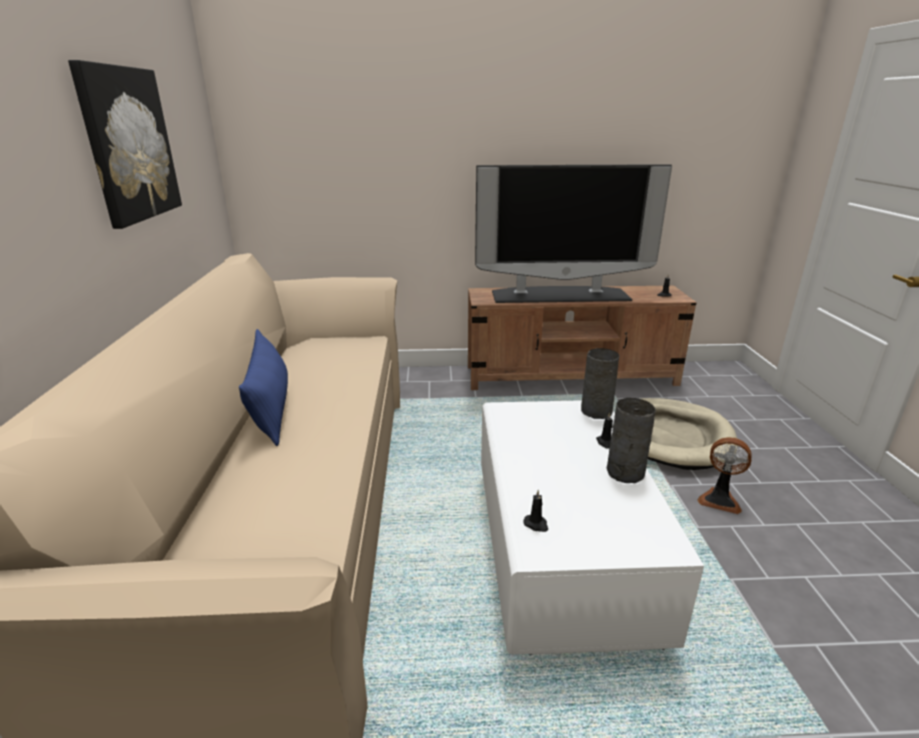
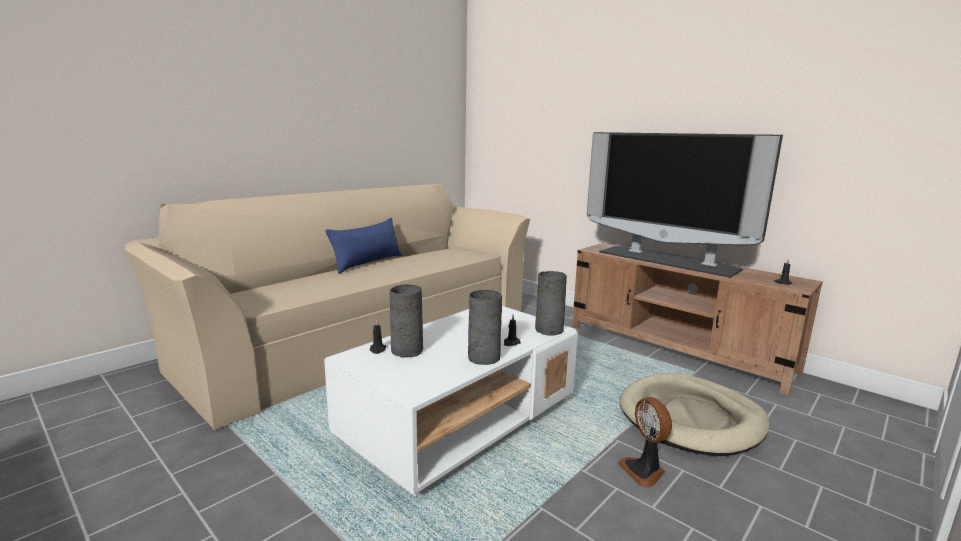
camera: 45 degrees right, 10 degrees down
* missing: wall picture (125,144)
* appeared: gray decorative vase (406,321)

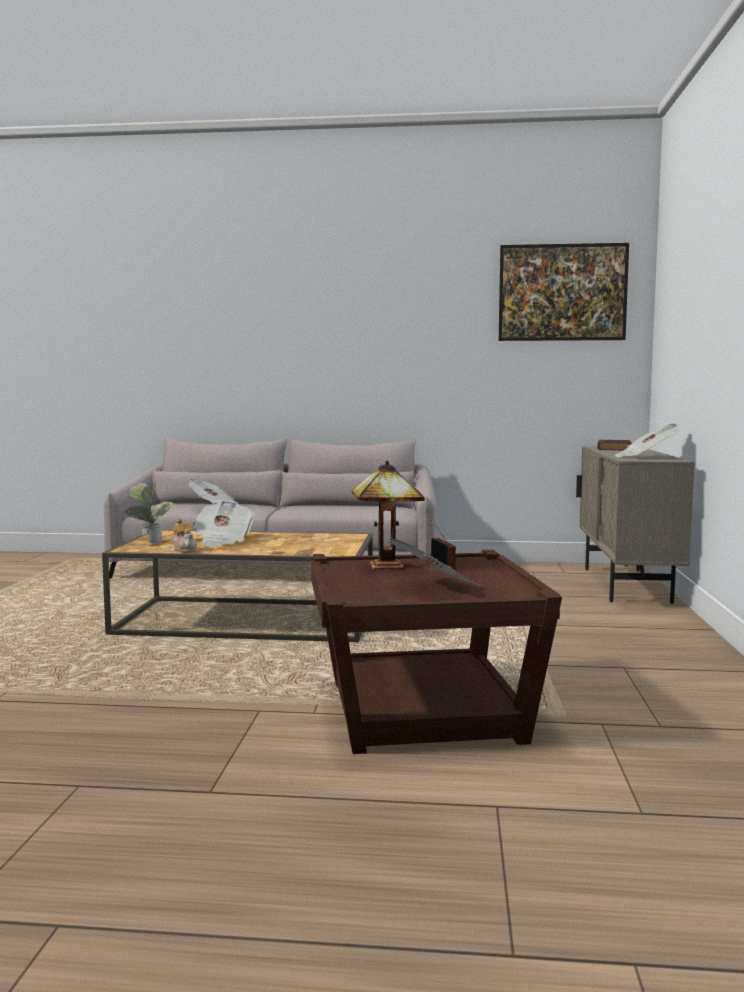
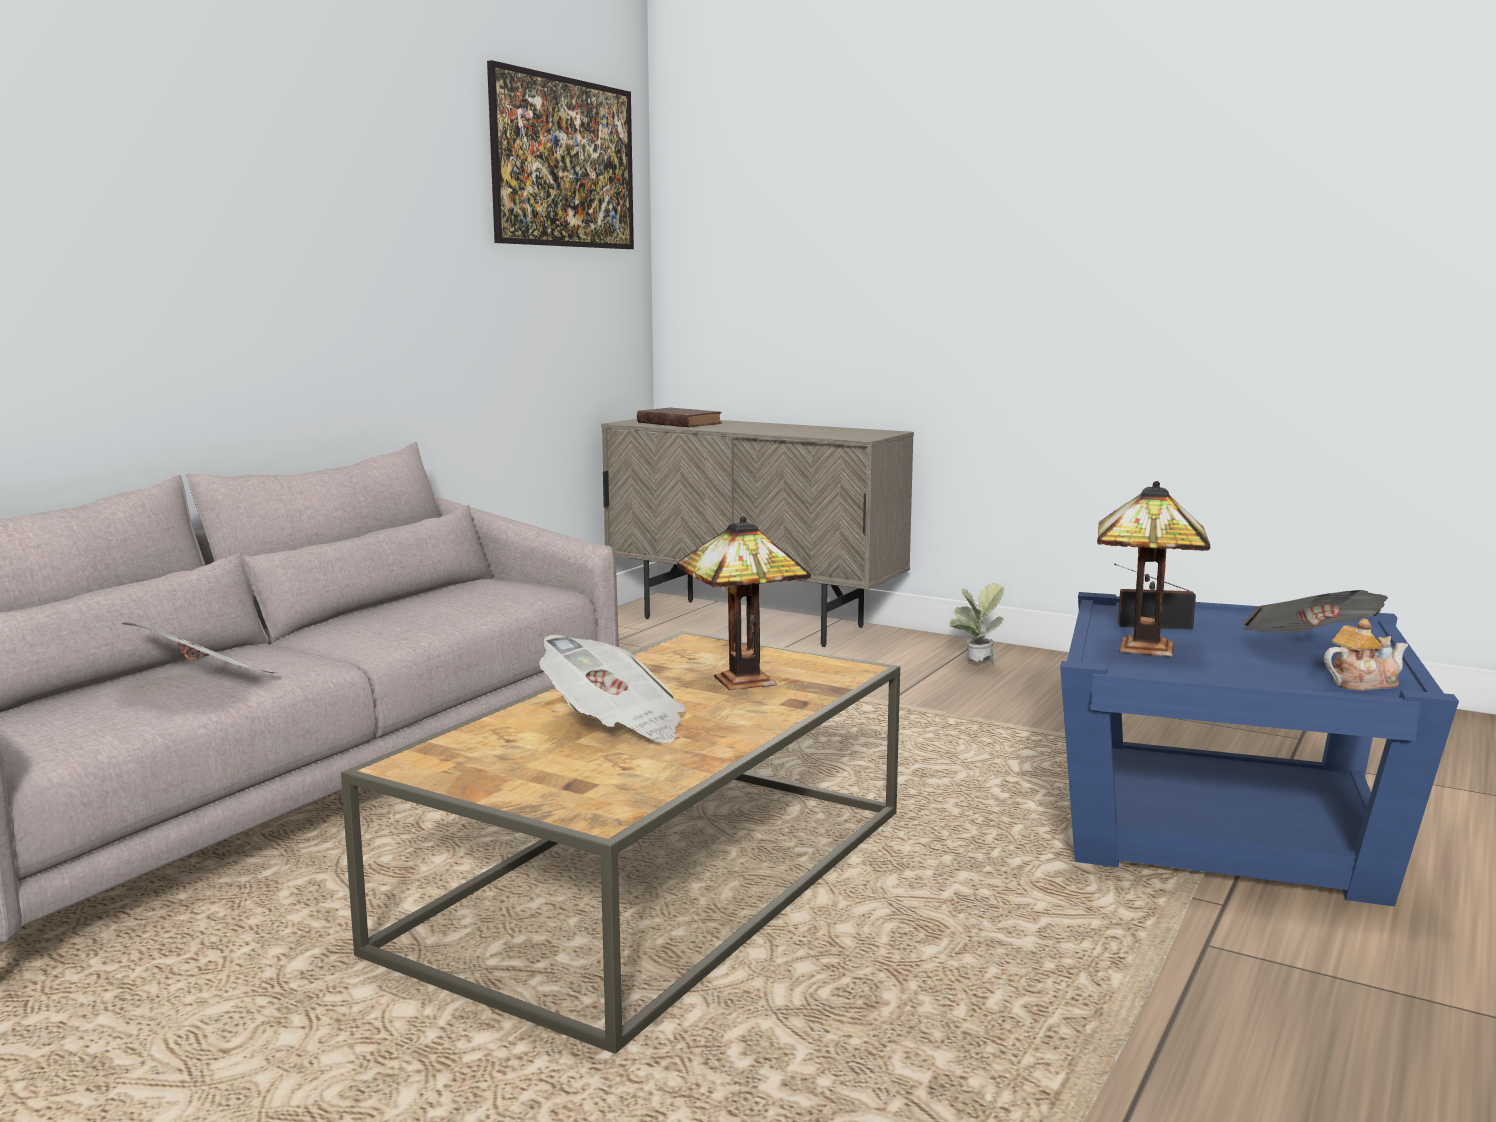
camera: 65 degrees left, 5 degrees up
* missing: newspaper (647,440)
* relocated: houseplant (149,513) to (976,623)
* relocated: pot for tea (184,535) to (1366,655)
* colour: brown accent table (436,652) to blue accent table (1259,749)
* appeared: lamp for a table (744,603)

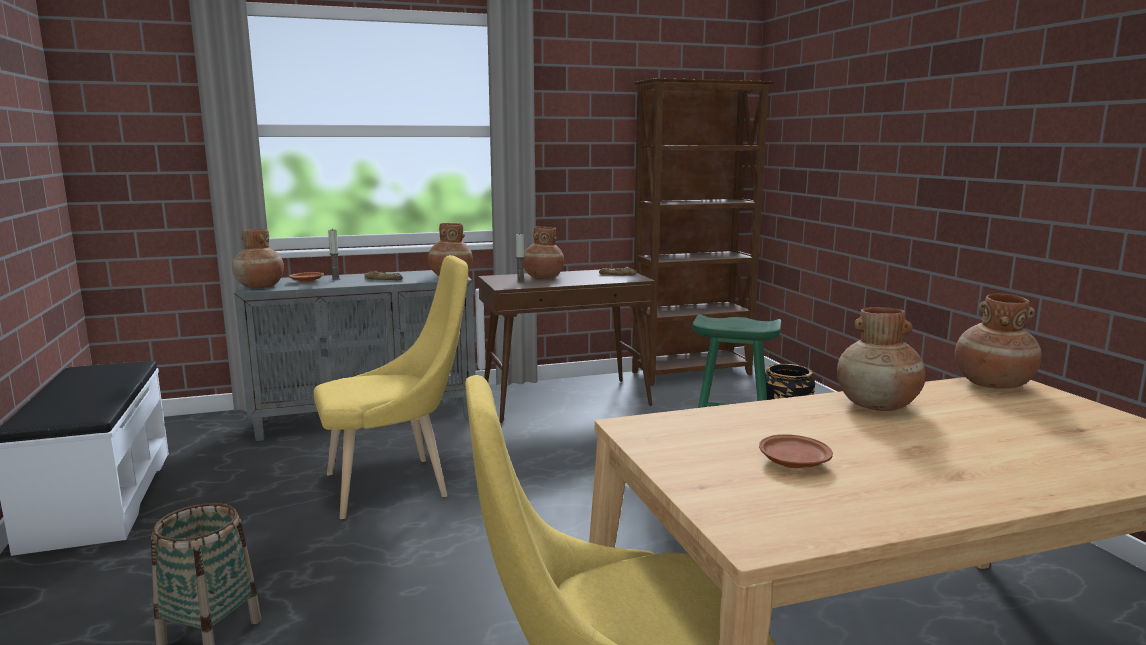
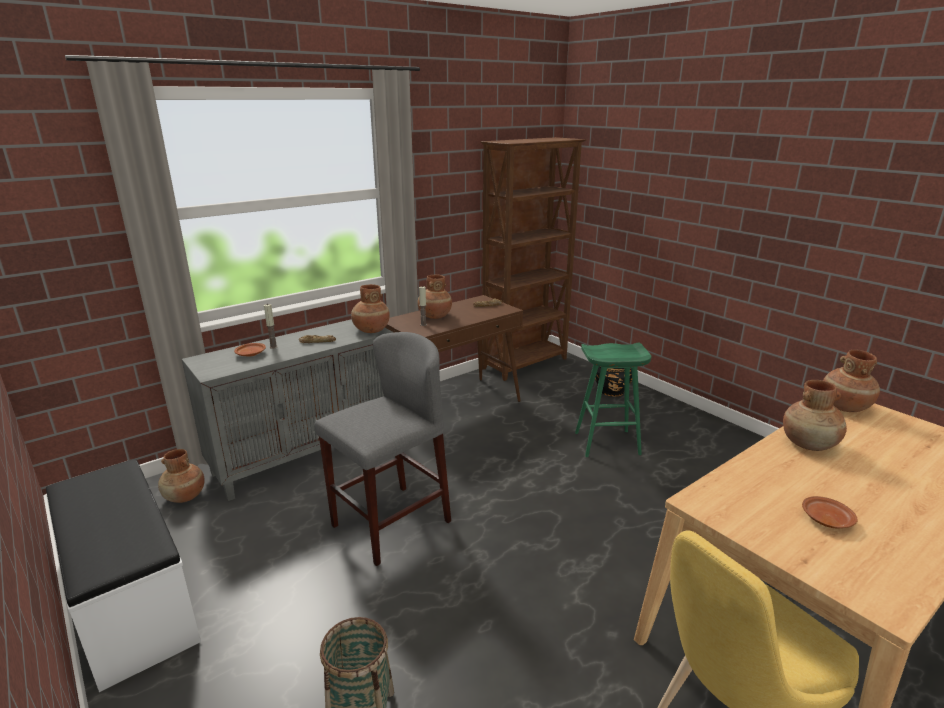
camera: 20 degrees left, 10 degrees up
* relocated: brown decorative vase (258,258) to (181,476)
* exchanged: yellow chair (391,387) to gray stool (383,449)

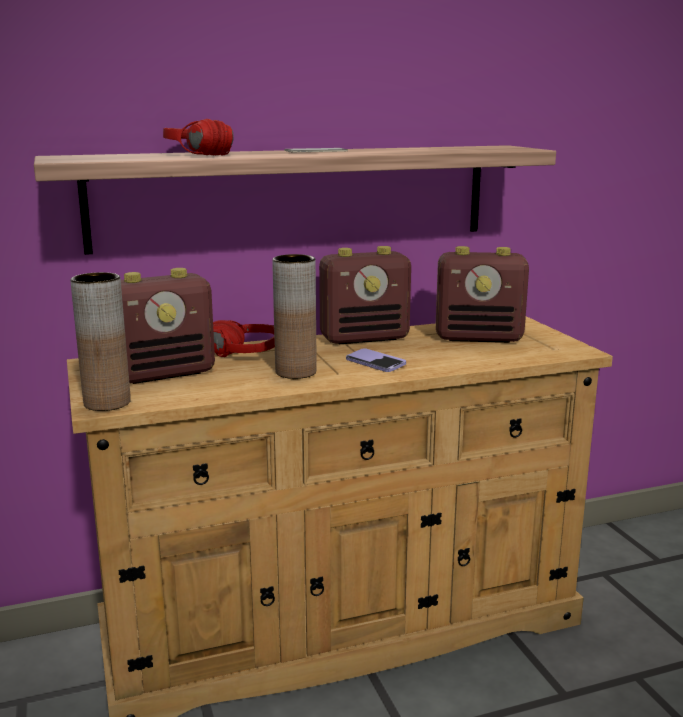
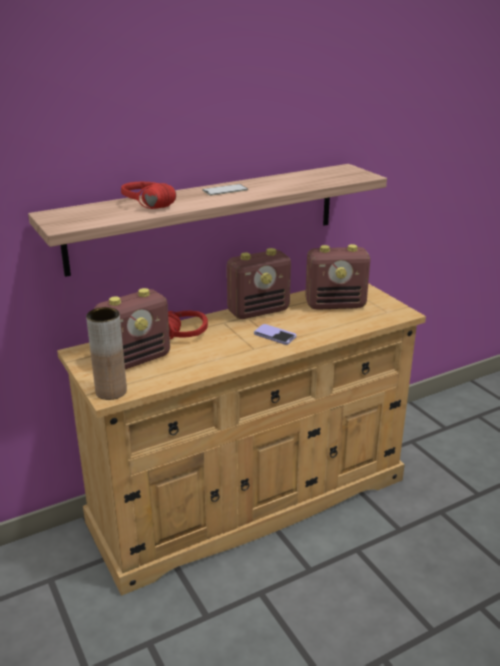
camera: 10 degrees left, 10 degrees up
* missing: brown decorative vase (294,316)

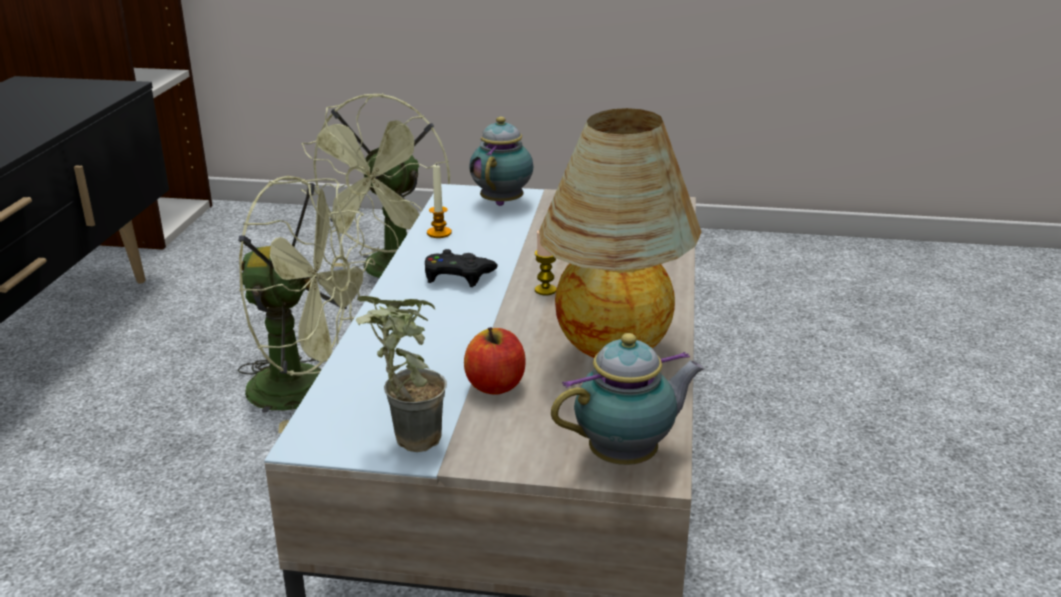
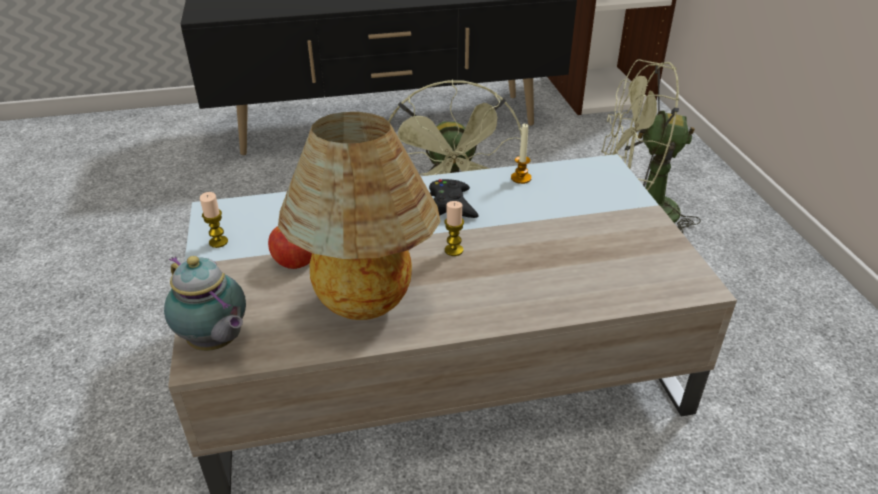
camera: 70 degrees right, 10 degrees up
* missing: pot for tea (501,161)
* exchanged: houseplant (401,374) to wax light (214,220)

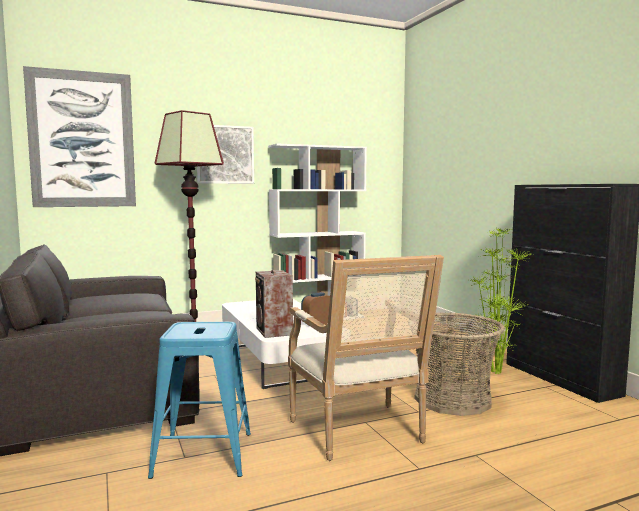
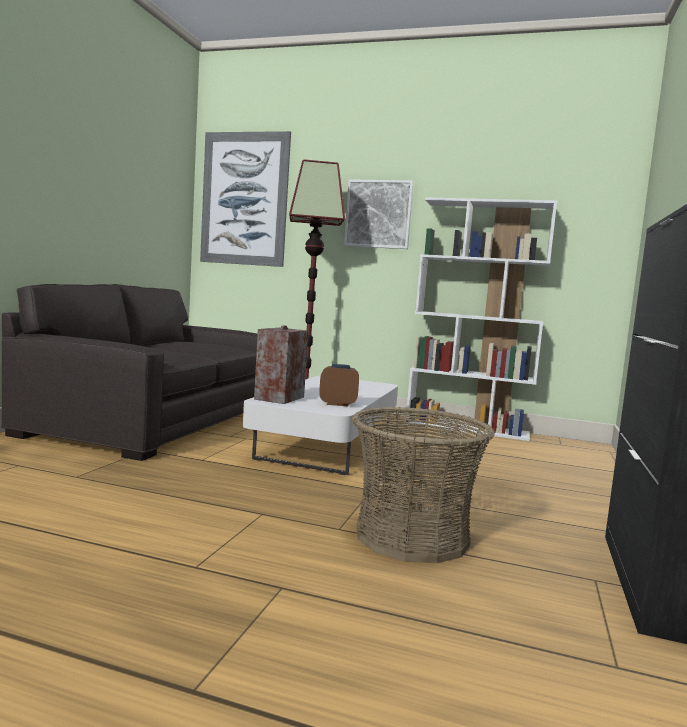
camera: 40 degrees right, 0 degrees up
* missing: houseplant (500,301)
* missing: easy chair (366,358)
* missing: blue stool (199,400)

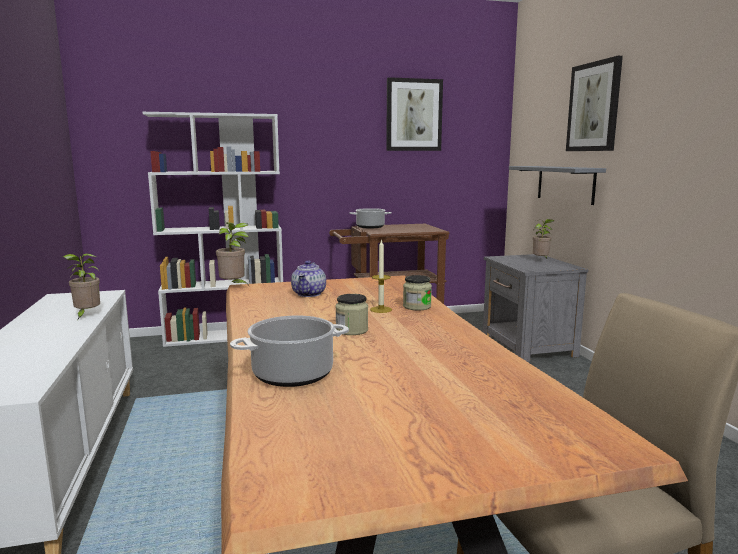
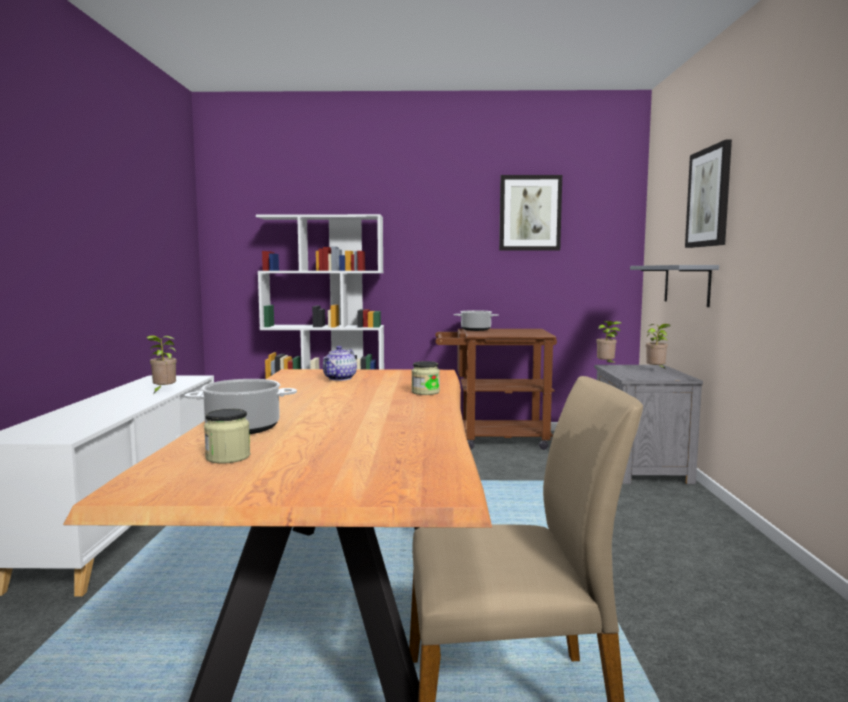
camera: 15 degrees right, 5 degrees down
* relocated: houseplant (233,254) to (609,343)
* missing: wax light (381,276)
* relocated: storage jar (351,314) to (227,436)

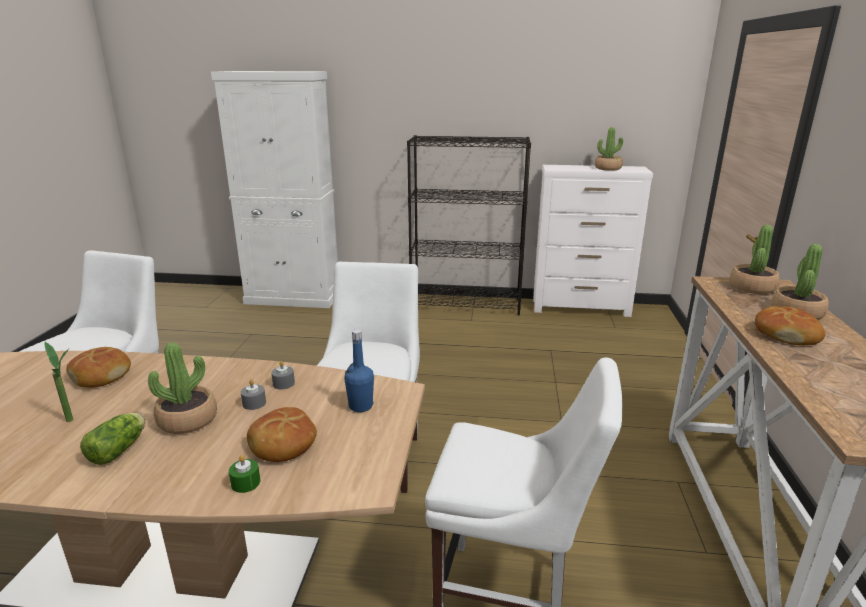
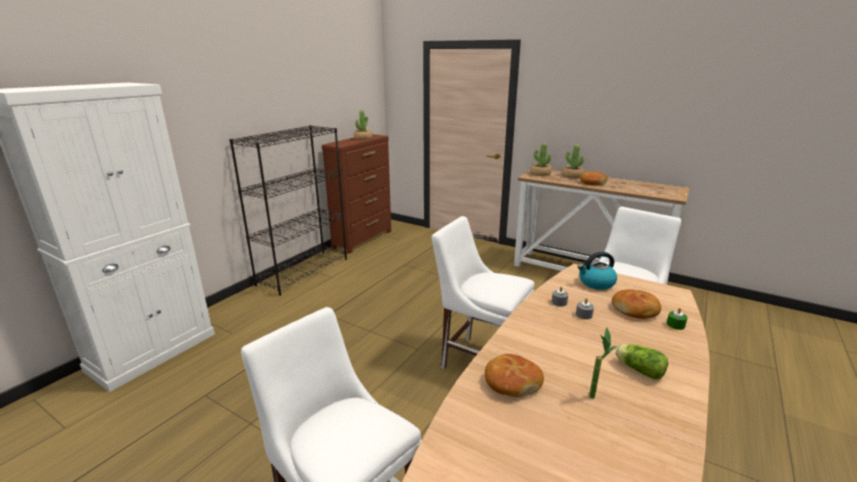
camera: 65 degrees left, 0 degrees up
* colour: white drawer chest (593,241) to brown drawer chest (356,194)
* exchanged: blue bottle (359,370) to water kettle (597,271)
* missing: houseplant (182,388)

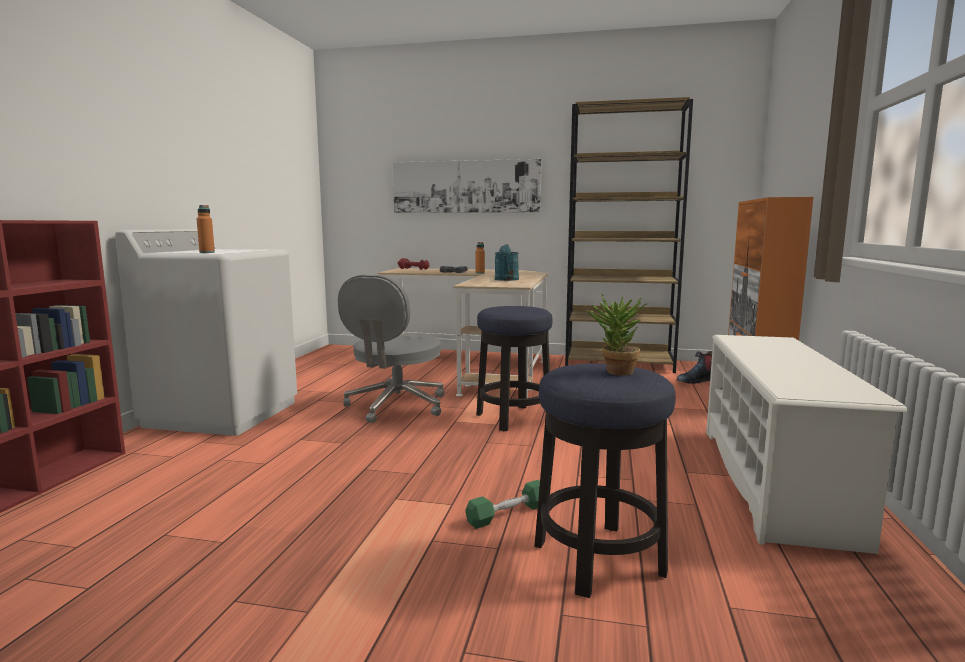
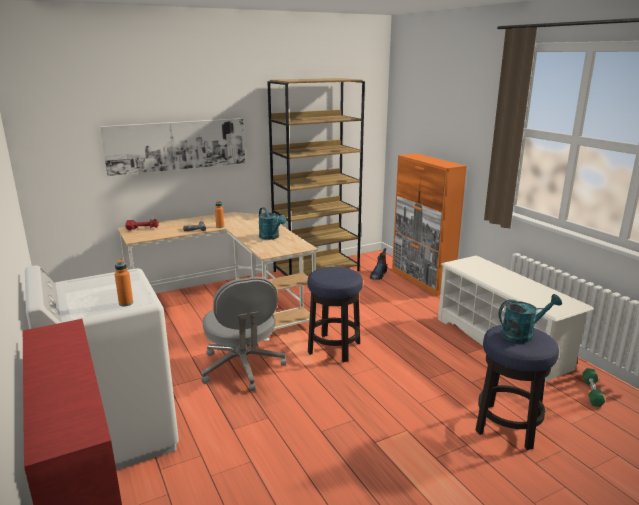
camera: 40 degrees left, 10 degrees up
* exchanged: houseplant (616,334) to turquoise-coloured watering can (530,318)
* relocated: greenish hand weight (502,504) to (594,387)

